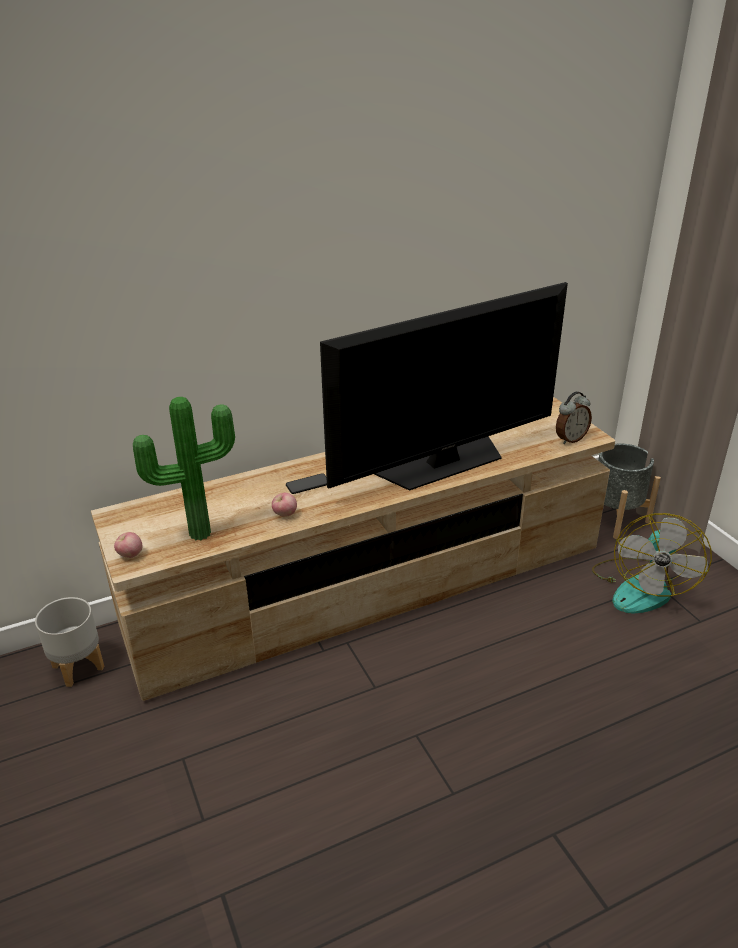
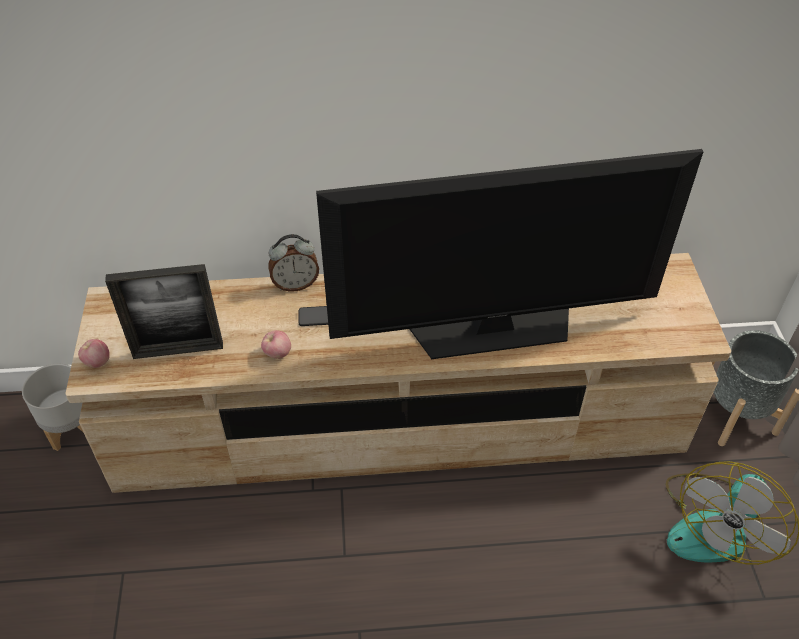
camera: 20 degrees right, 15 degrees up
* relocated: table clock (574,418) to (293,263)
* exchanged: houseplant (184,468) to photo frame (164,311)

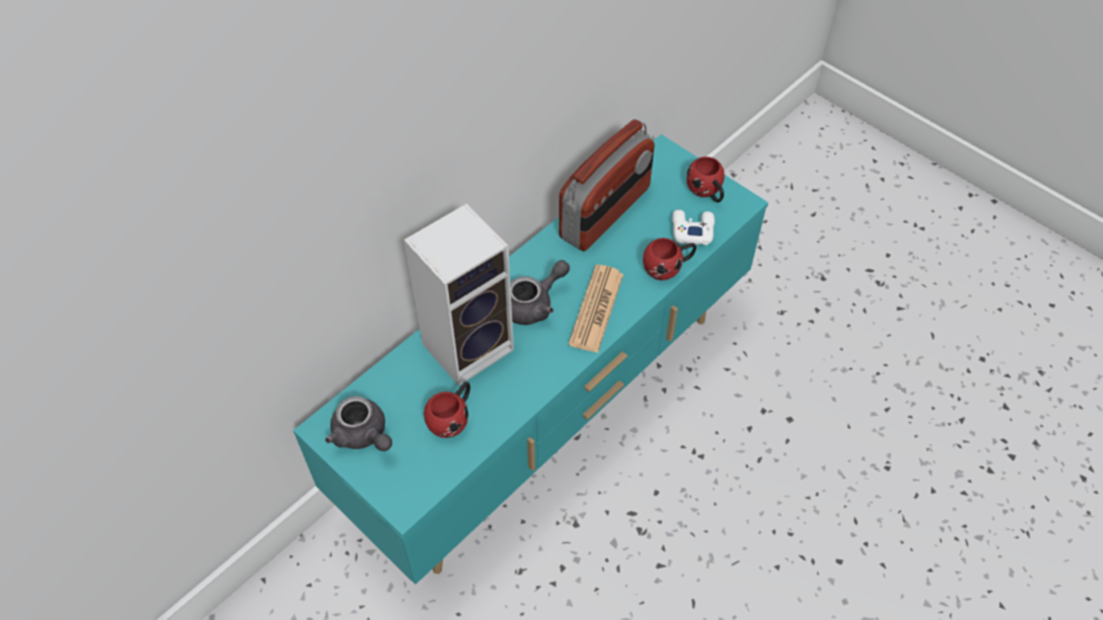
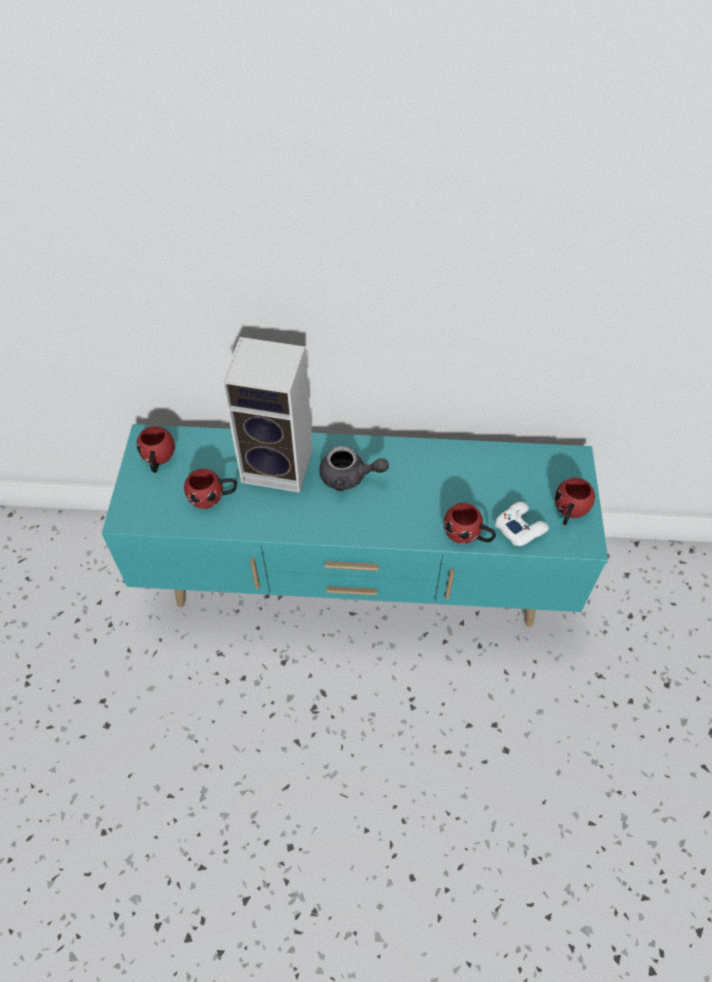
camera: 50 degrees right, 0 degrees up
* missing: radio (606,185)
* missing: newspaper (596,309)
* exchanged: gray pot for tea (358,423) to reddish coffee mug (156,449)

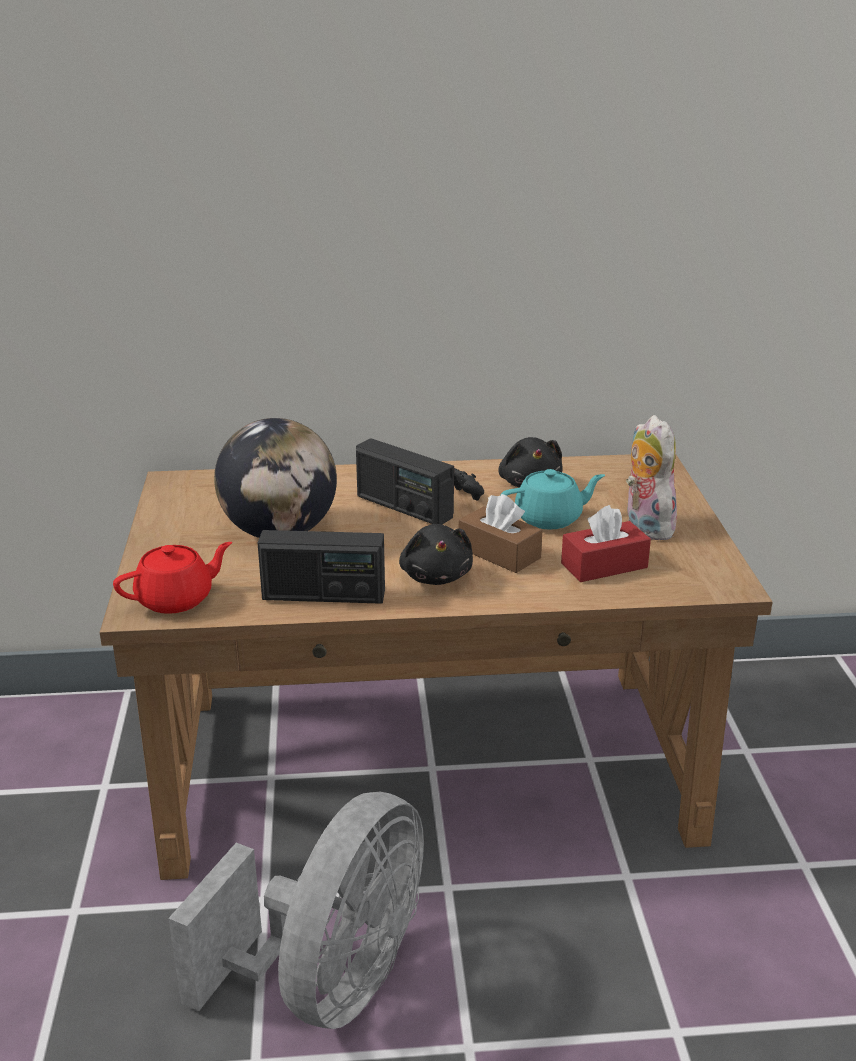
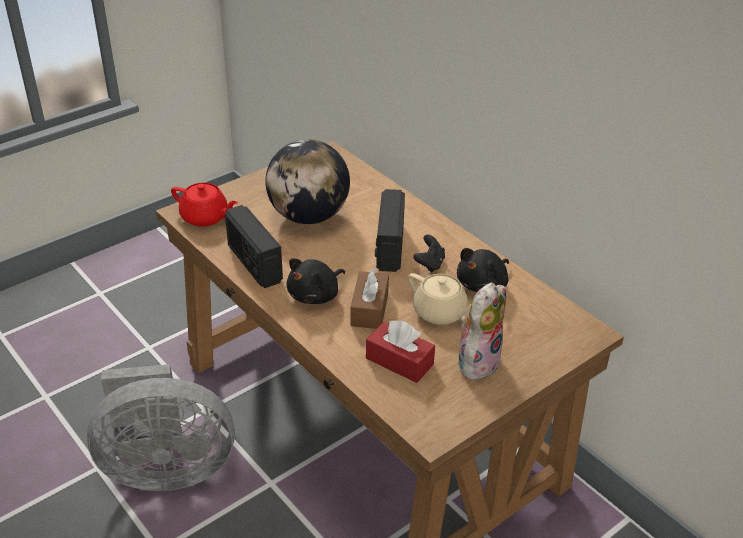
camera: 55 degrees right, 10 degrees up
* colour: turquoise-coloured pot for tea (552,499) to sand-coloured pot for tea (439,299)

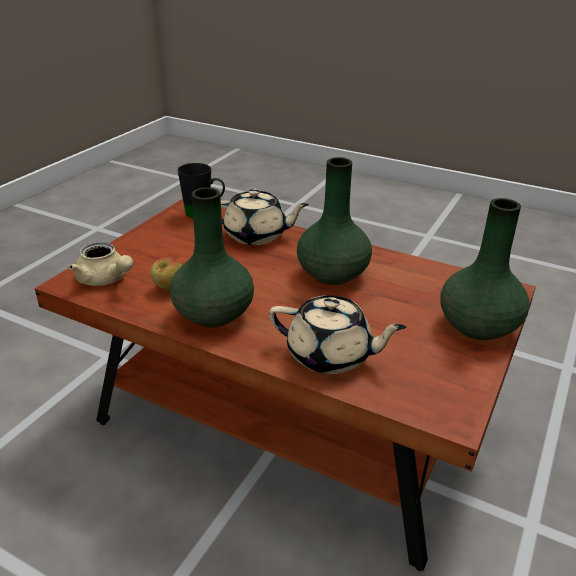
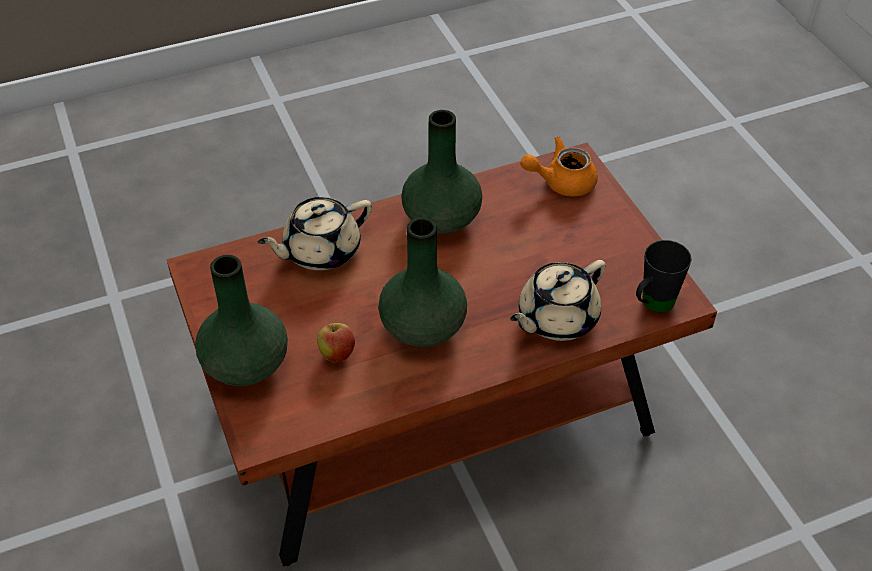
camera: 130 degrees right, 15 degrees up
* colour: sand-coloured pot for tea (101,264) to orange-coloured pot for tea (559,166)
* relocated: apple (166,273) to (336,341)

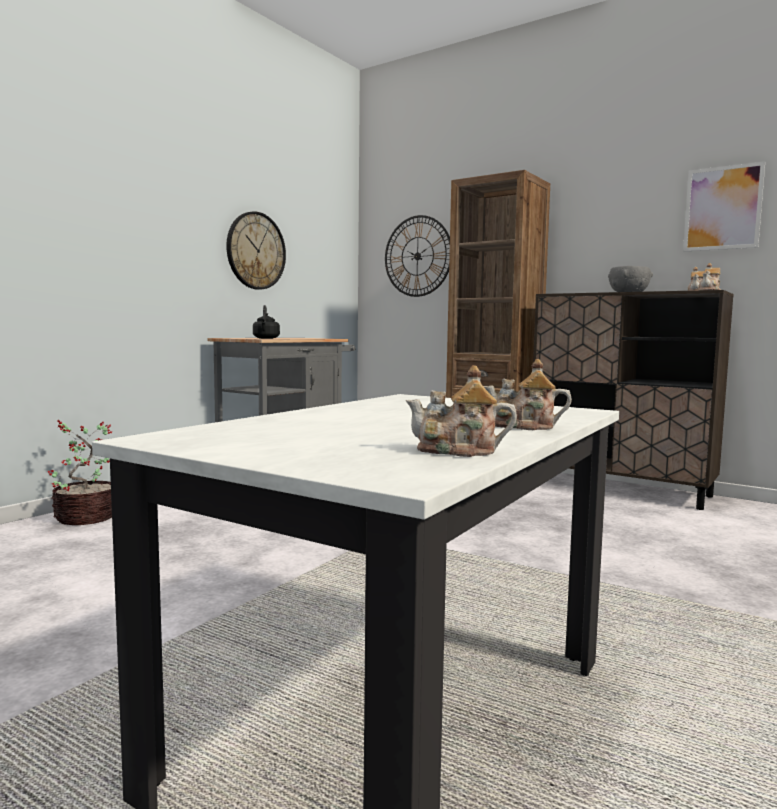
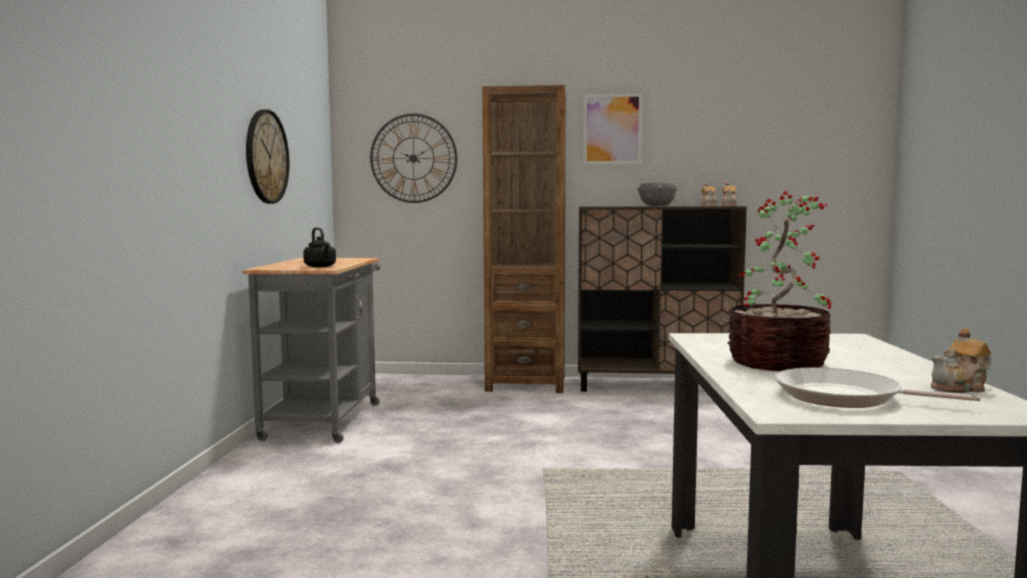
camera: 30 degrees left, 0 degrees up
* relocated: wall picture (724,206) to (612,129)
* missing: pot for tea (528,394)
* relocated: houseplant (80,472) to (779,281)
* appeared: pan (877,387)

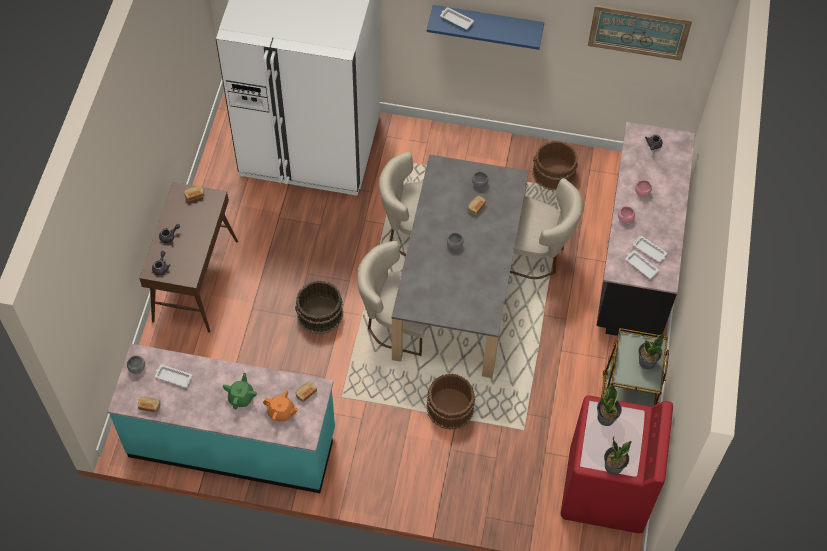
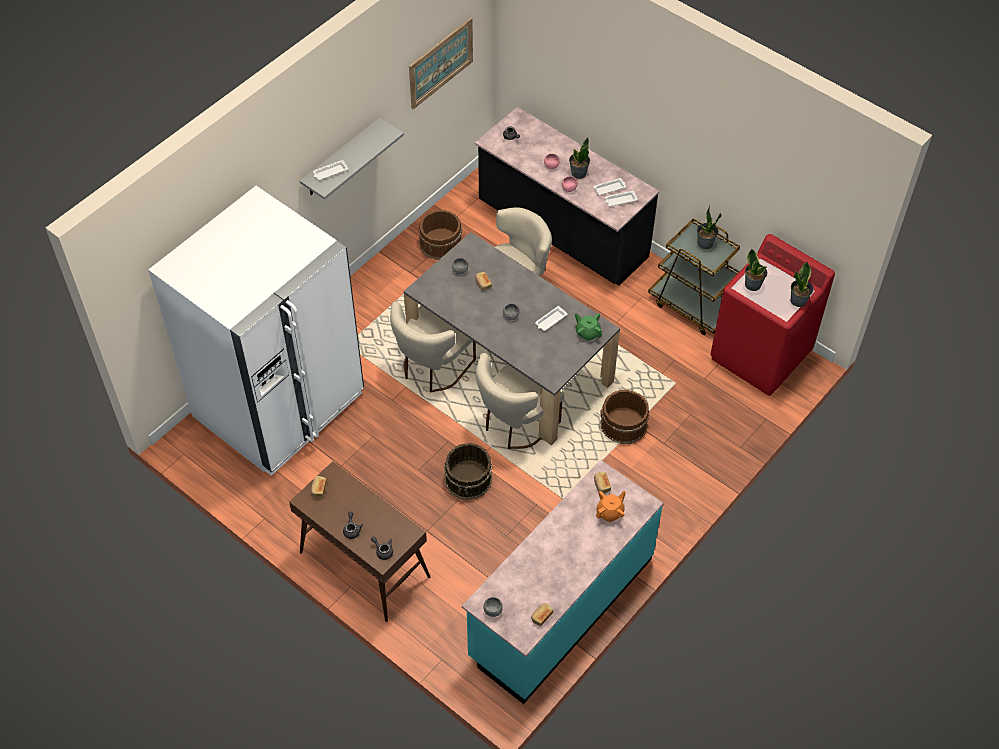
camera: 60 degrees left, 5 degrees down
* colour: blue wall shelf (485,27) to gray wall shelf (352,158)
* relocated: white tray (173,375) to (551,318)
* relocated: greenish pot for tea (240,391) to (588,327)
* appeared: houseplant (579,158)

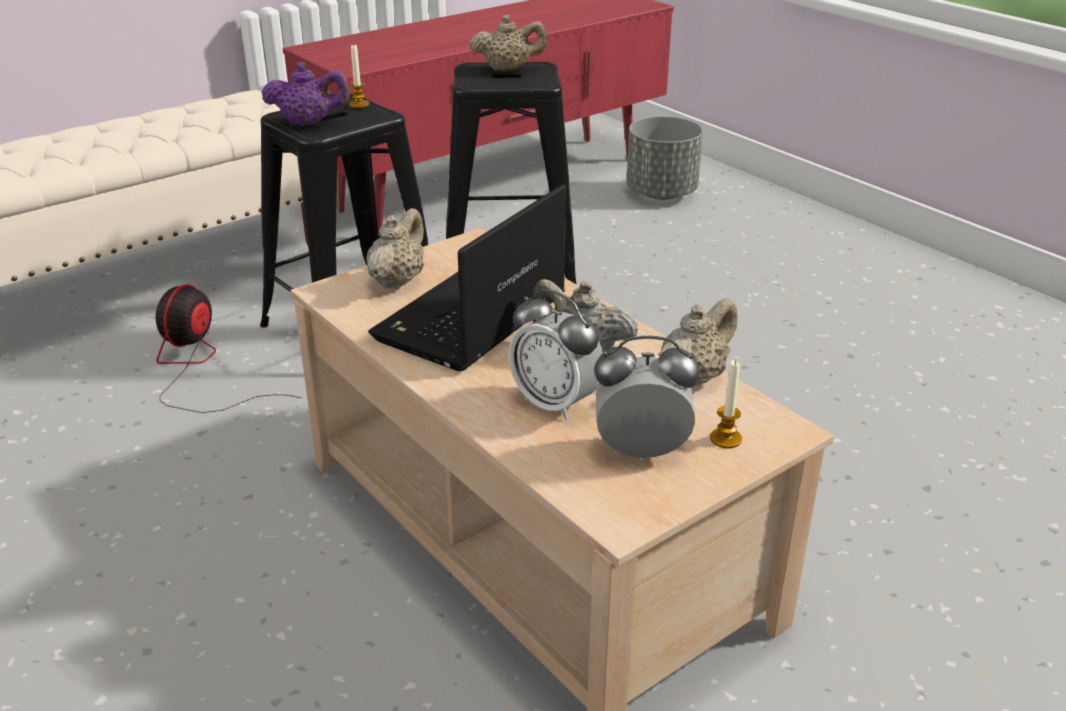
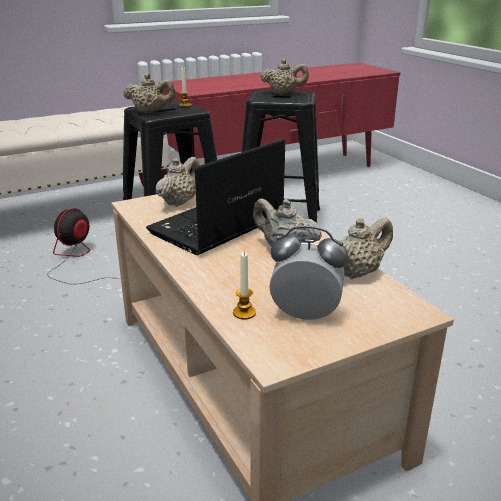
camera: 10 degrees right, 5 degrees down
* colour: purplish pot for tea (306,94) to sand-coloured pot for tea (149,93)
* missing: gray flower pot (664,158)
* missing: table clock (555,354)
* relocated: wax light (726,404) to (244,285)

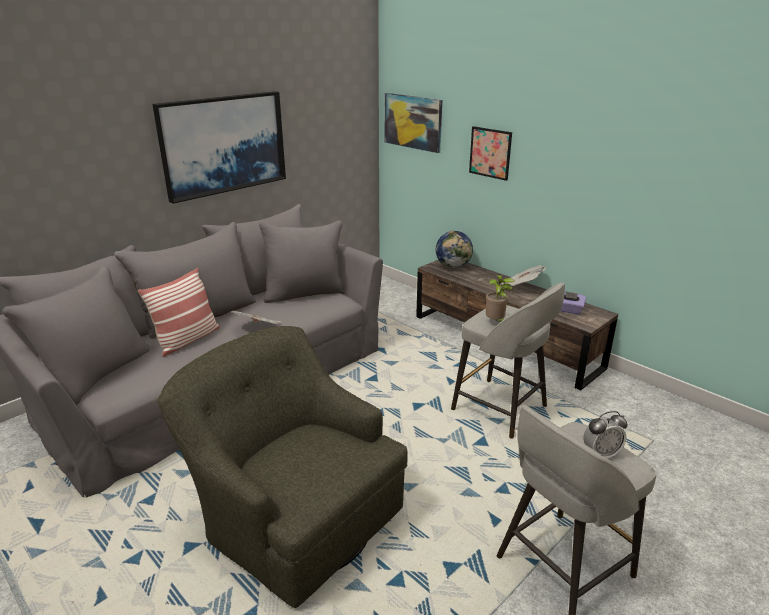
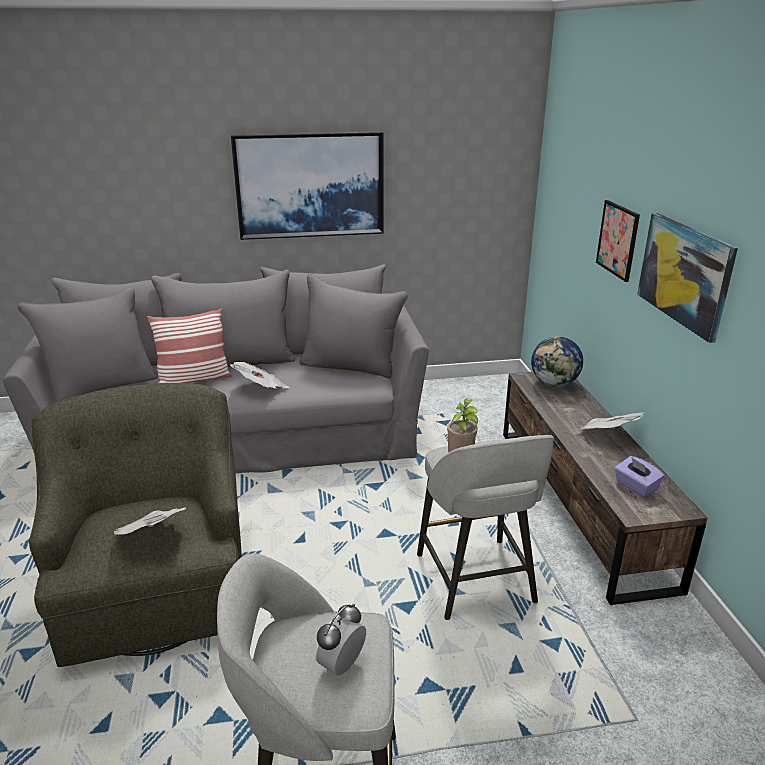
camera: 35 degrees right, 0 degrees up
* relocated: wall picture (413,123) to (687,278)
* spun: table clock (605,435) = (340,640) 105 degrees clockwise
* appeared: newspaper (150,521)

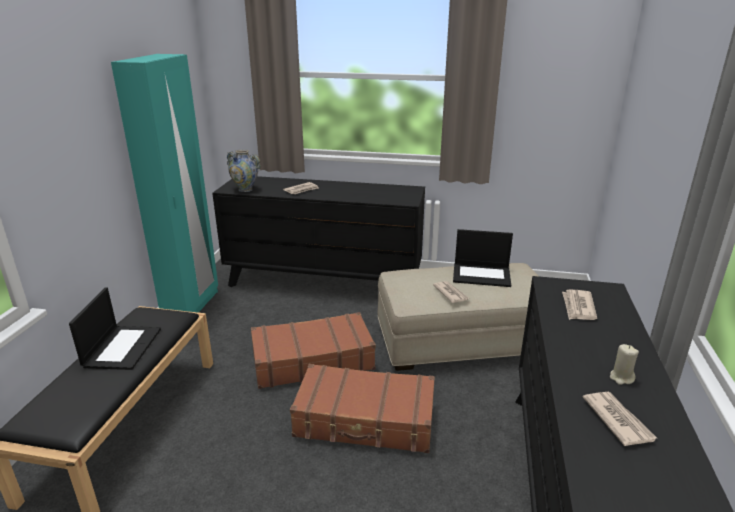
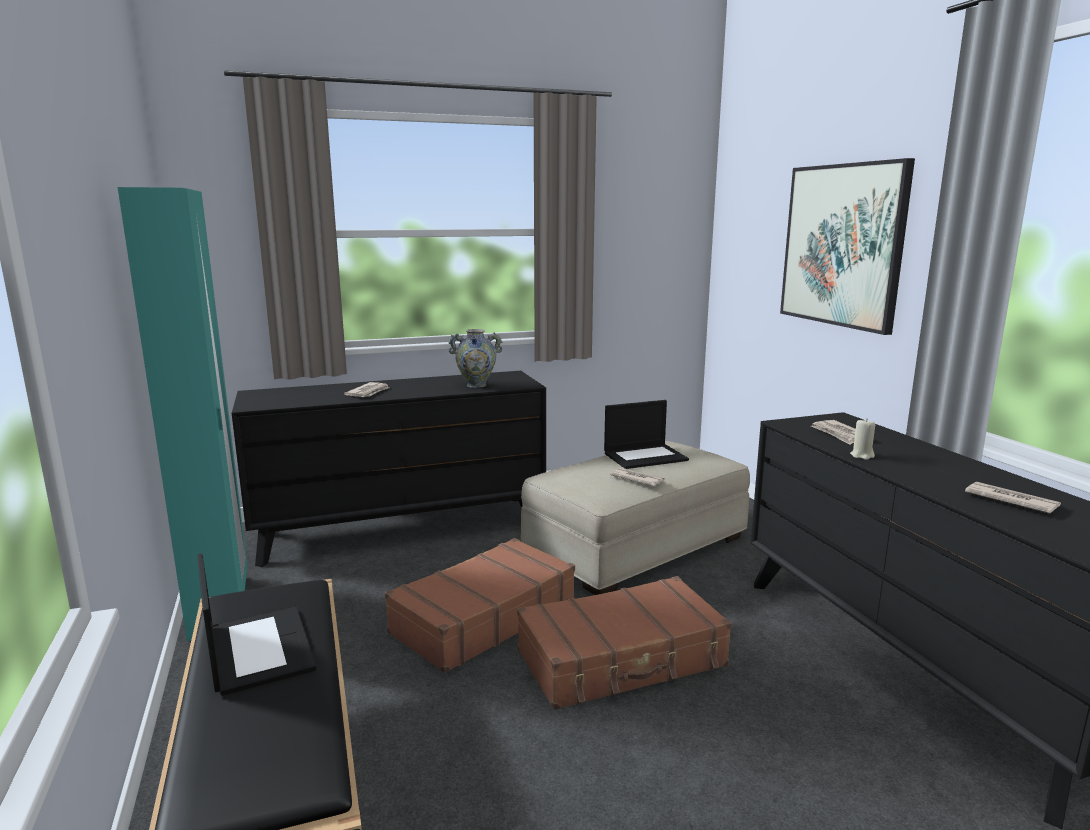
camera: 30 degrees left, 10 degrees down
* relocated: decorative vase (244,170) to (475,358)
* relocated: sand-coloured wax light (624,364) to (862,440)
* appeared: wall picture (847,246)

